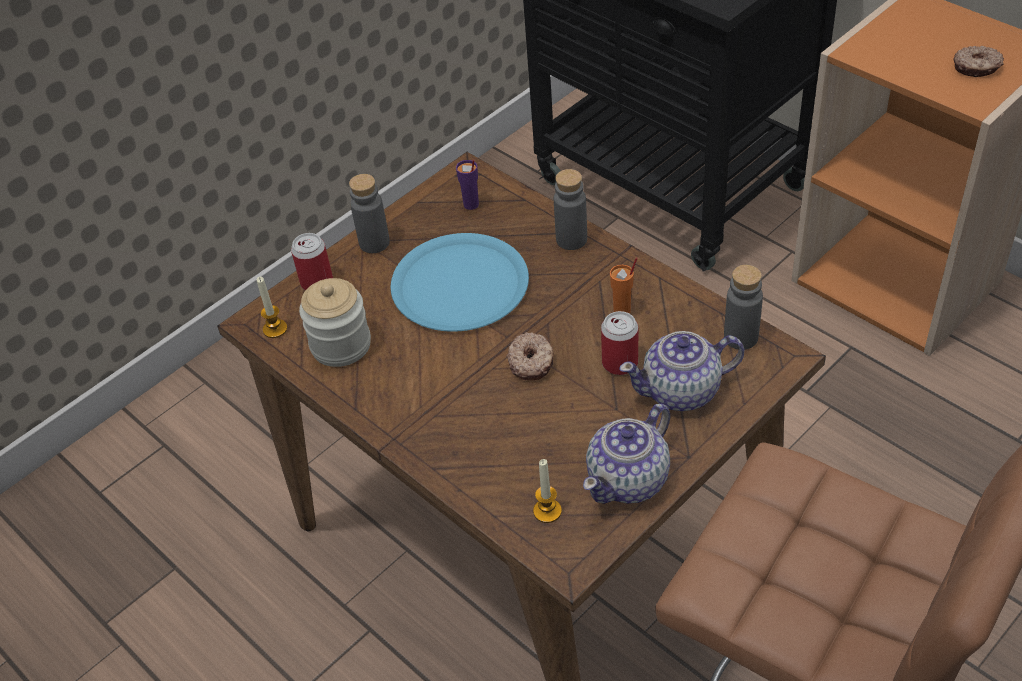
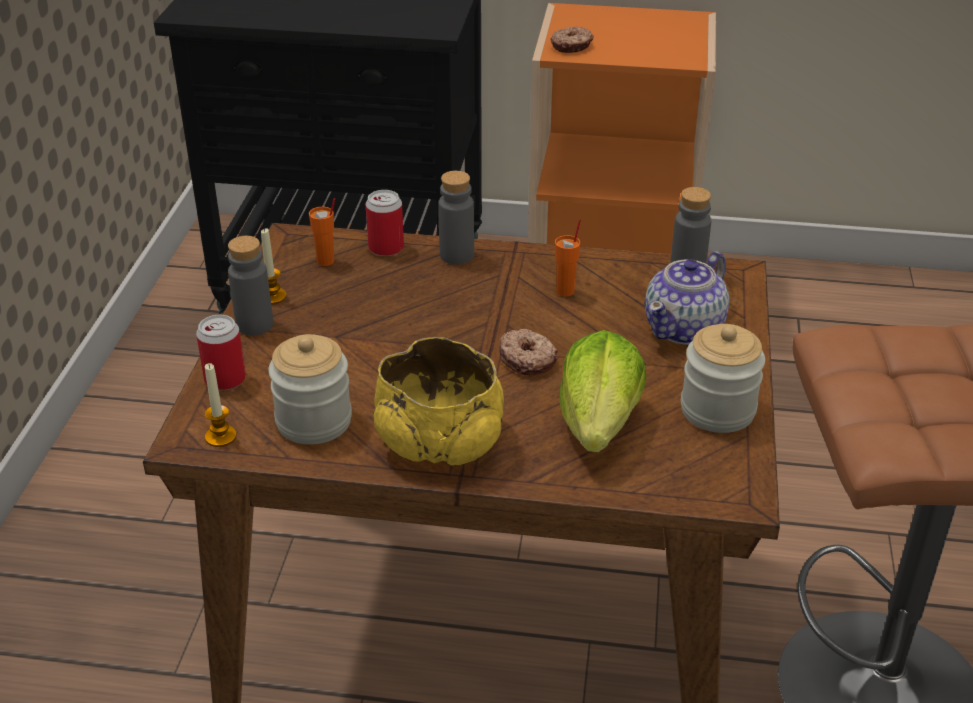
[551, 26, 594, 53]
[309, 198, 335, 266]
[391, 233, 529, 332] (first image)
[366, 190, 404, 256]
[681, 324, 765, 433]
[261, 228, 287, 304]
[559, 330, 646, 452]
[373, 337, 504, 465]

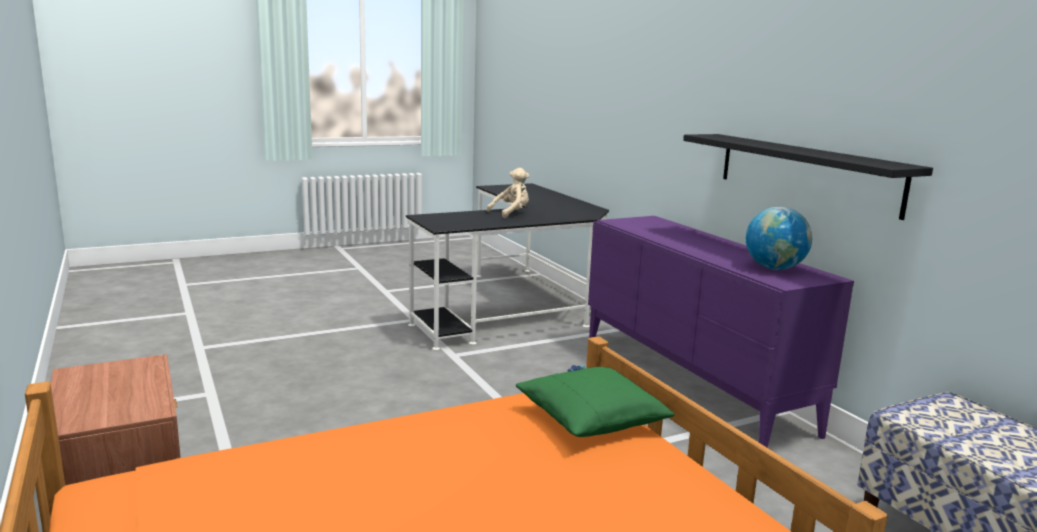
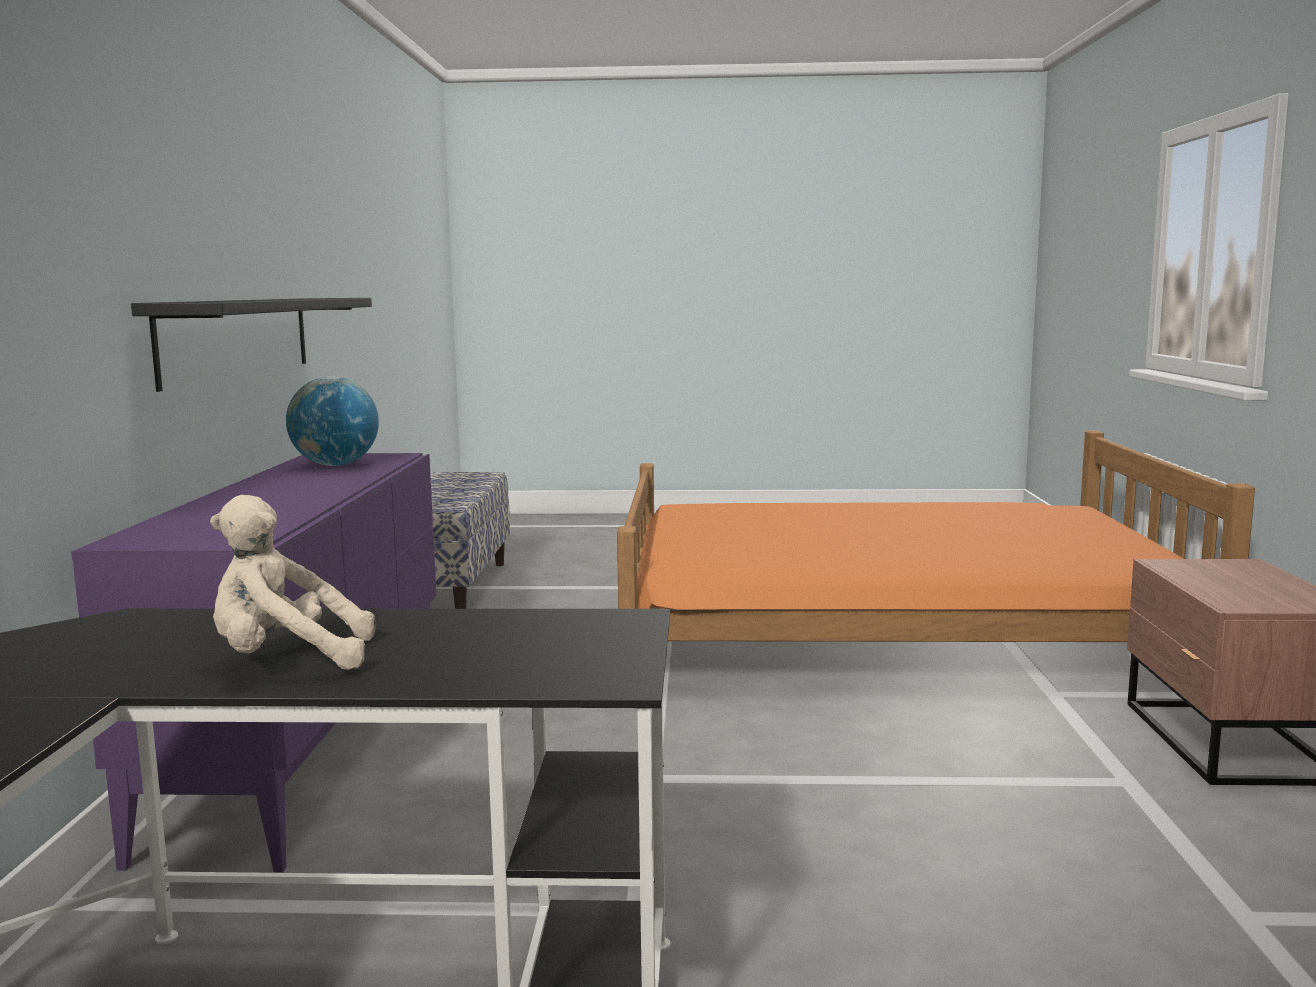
[516, 365, 674, 437] (first image)

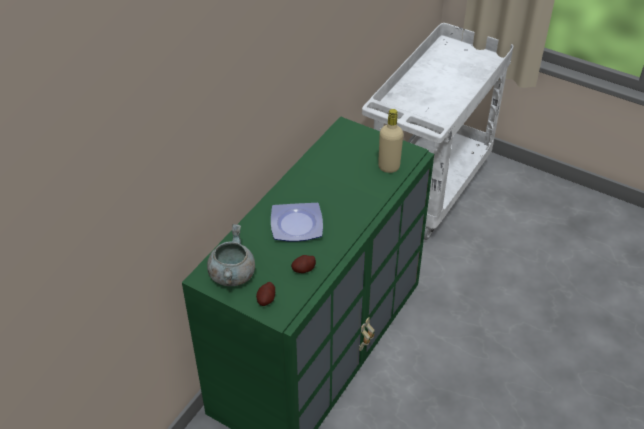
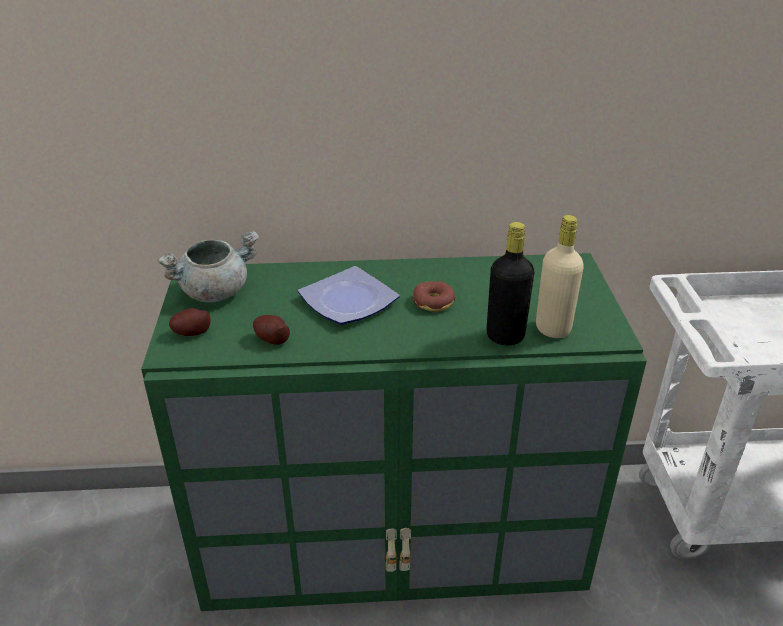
[486, 222, 534, 345]
[413, 281, 456, 312]

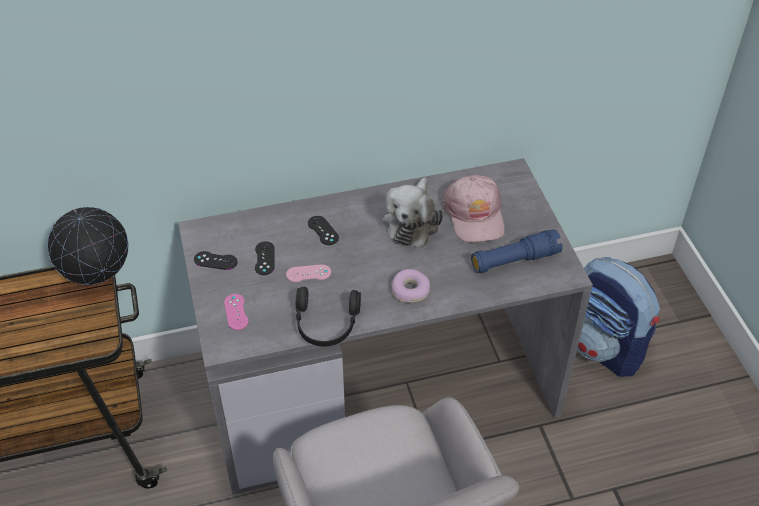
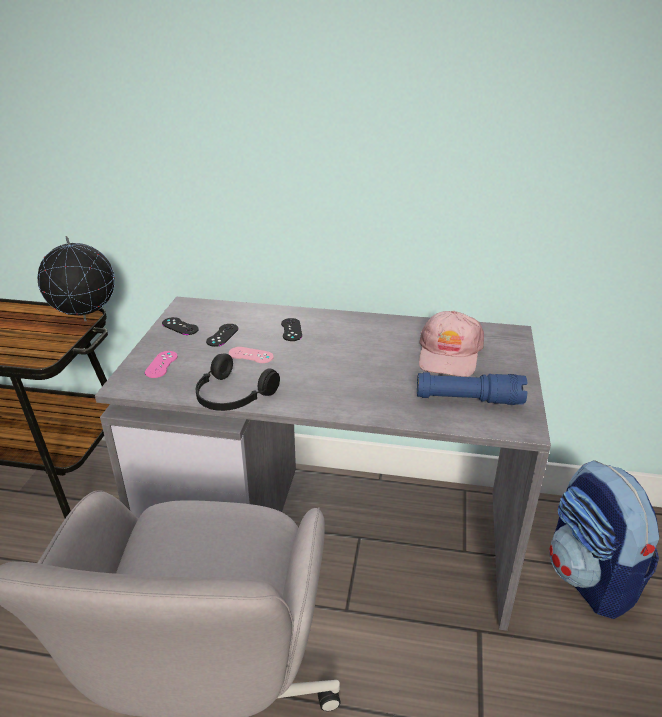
[383, 178, 443, 248] (first image)
[391, 269, 430, 303] (first image)

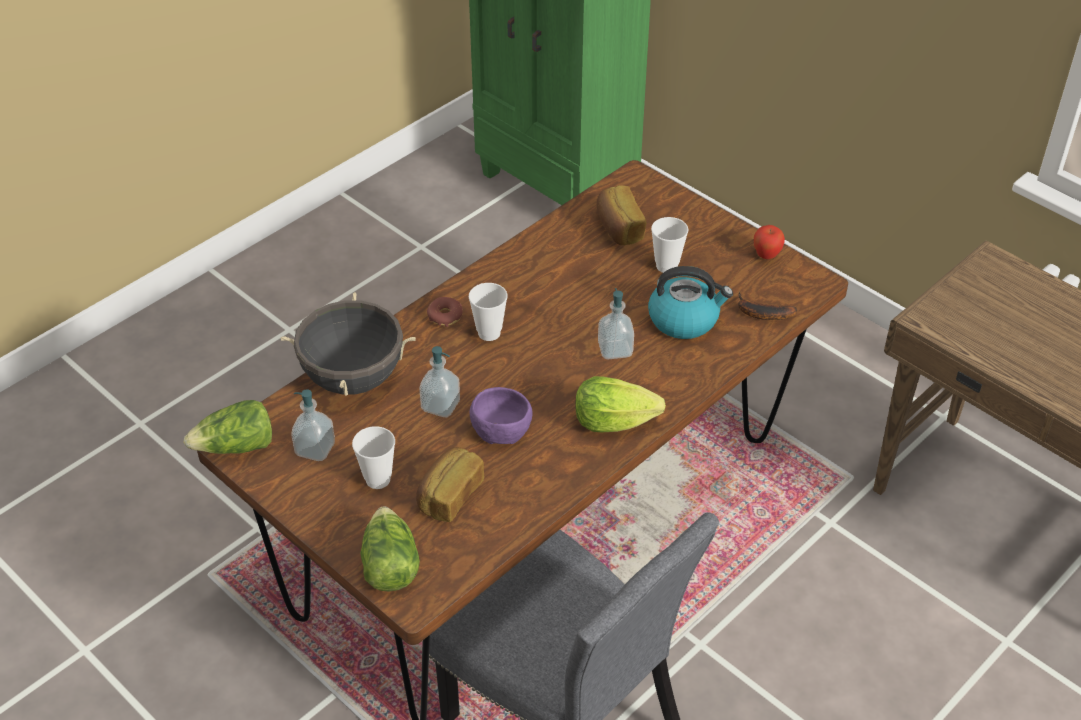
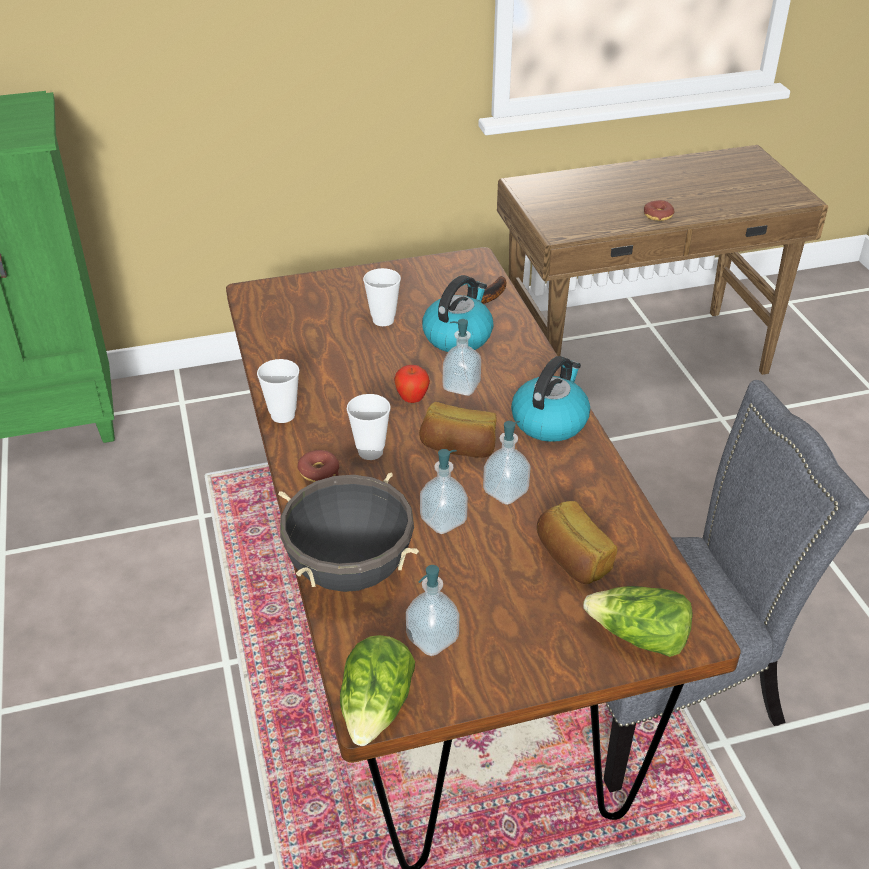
[419, 402, 497, 458]
[394, 365, 430, 403]
[511, 356, 590, 442]
[483, 421, 531, 505]
[257, 359, 299, 423]
[644, 200, 675, 221]

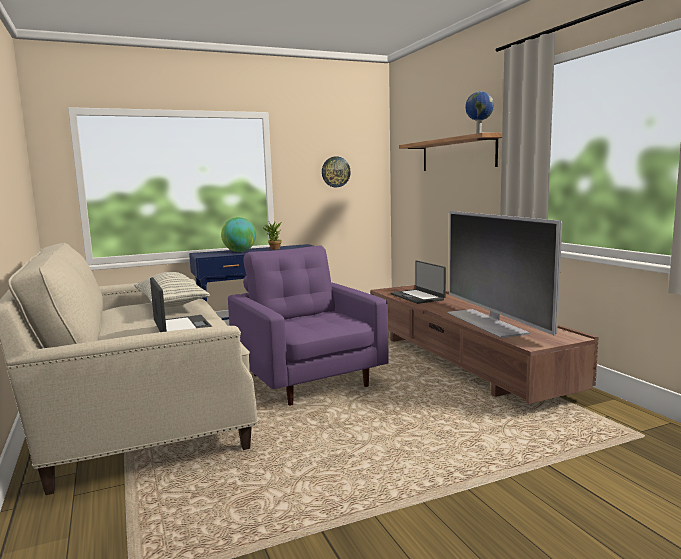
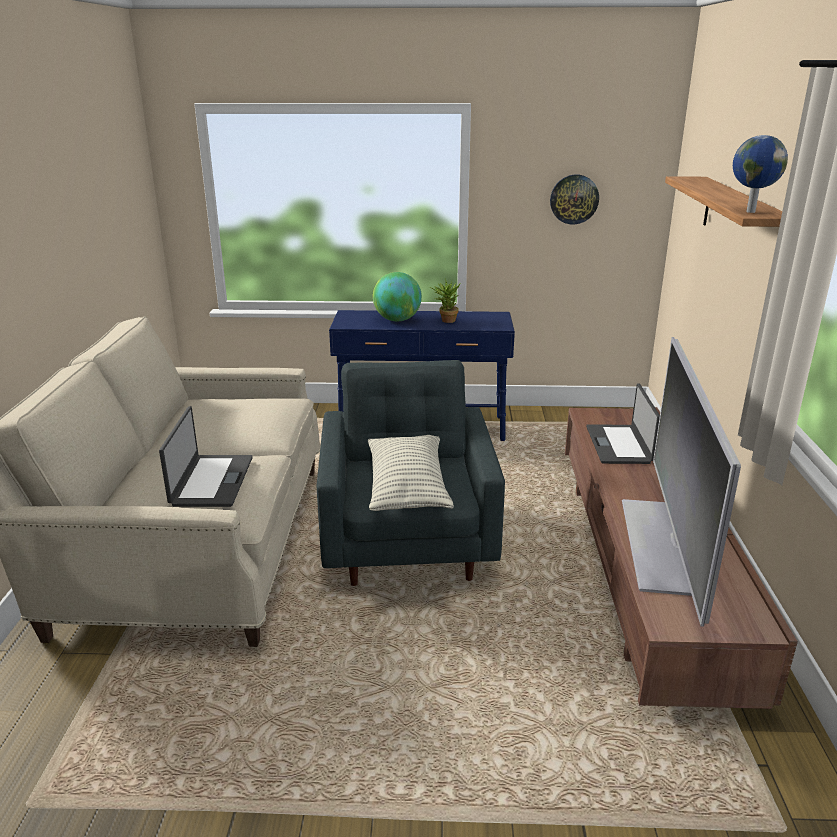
[317, 360, 505, 586]
[368, 435, 454, 511]

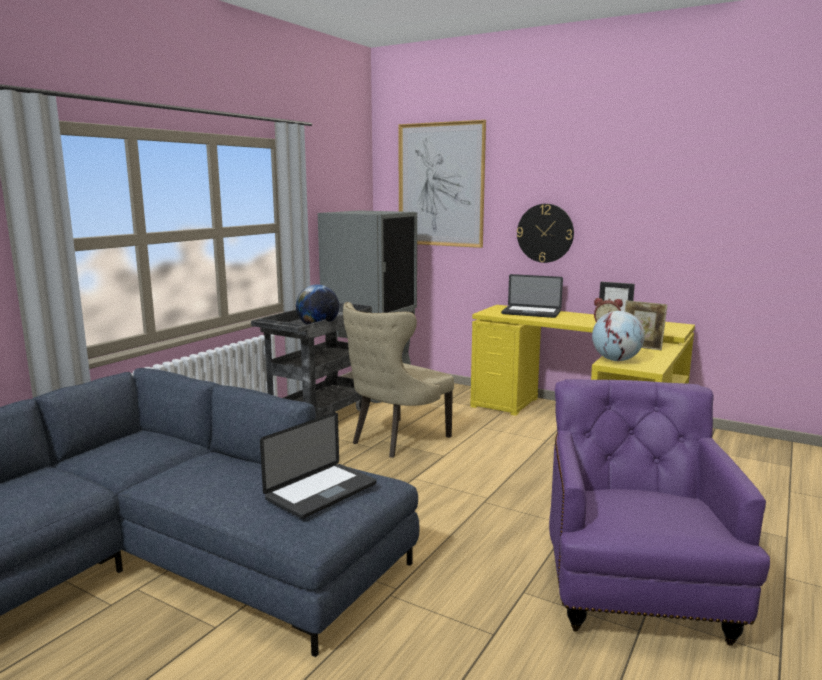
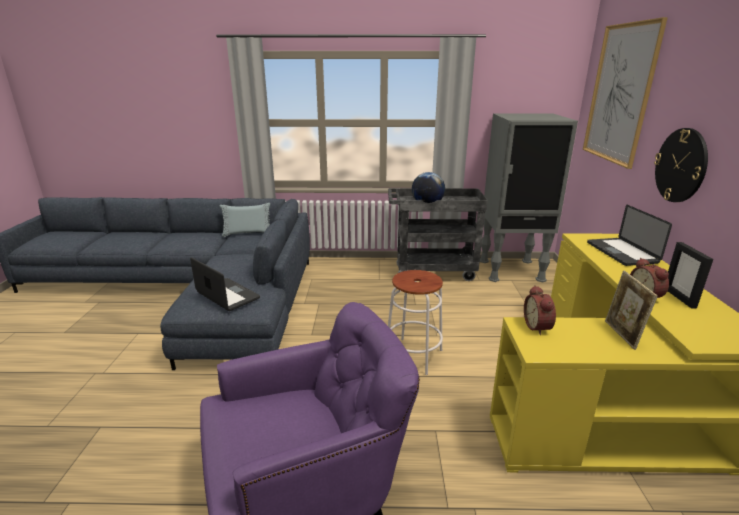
[343, 302, 454, 458] (first image)
[524, 285, 556, 336]
[190, 257, 260, 311]
[220, 203, 270, 237]
[388, 270, 443, 375]

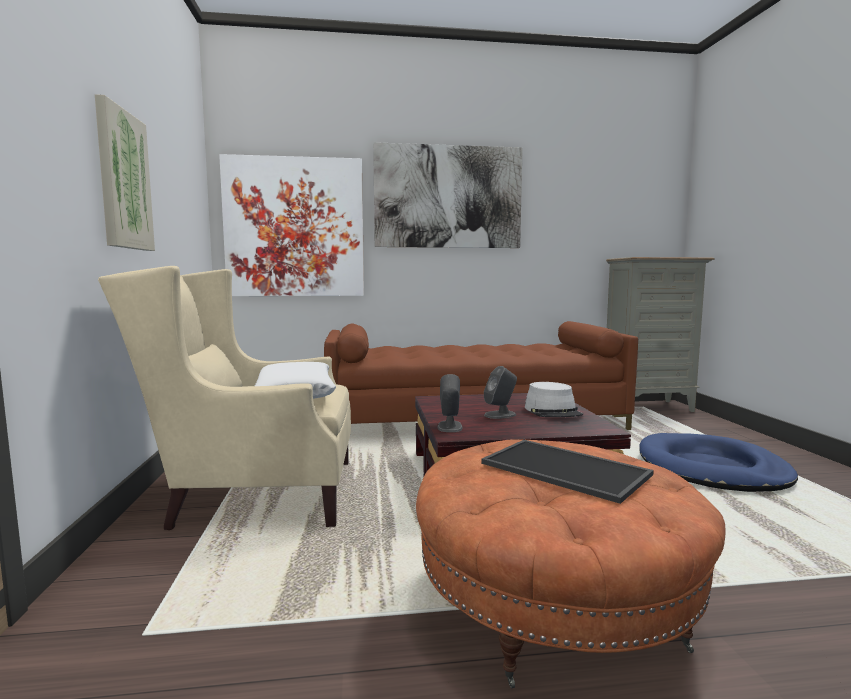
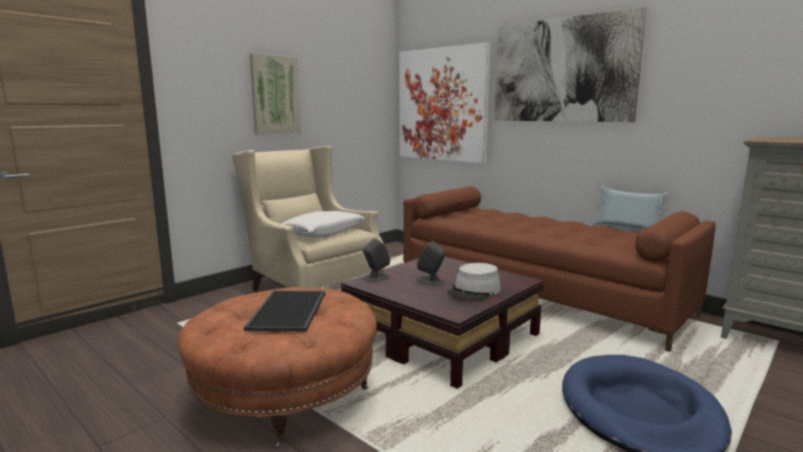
[593, 186, 668, 229]

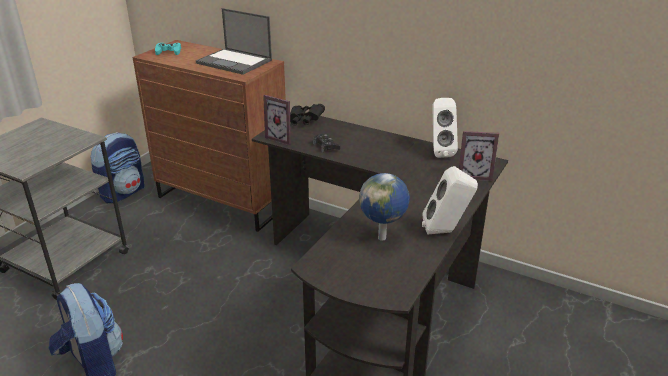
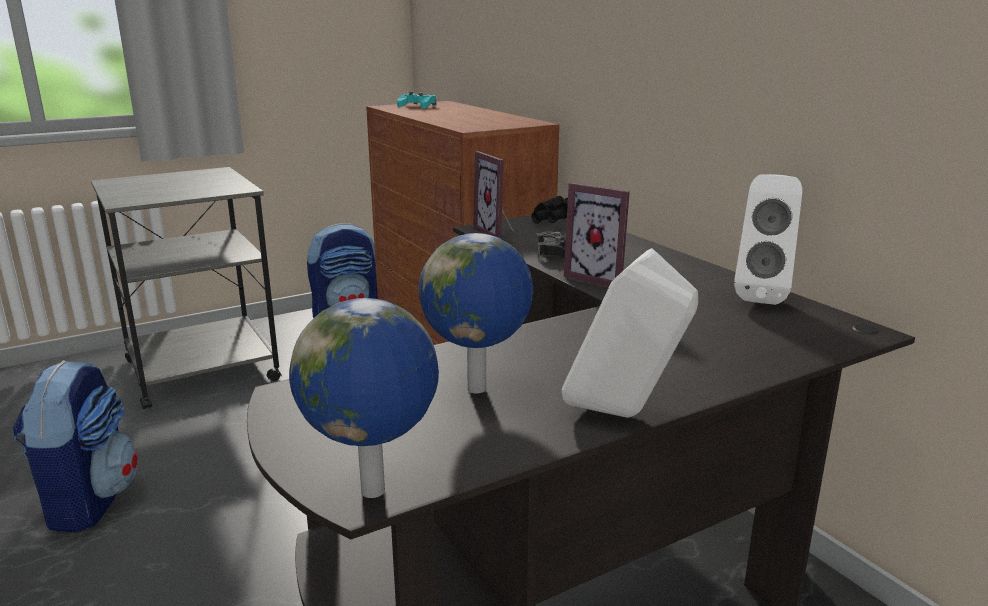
[196, 8, 272, 75] (first image)
[564, 183, 630, 287]
[289, 298, 439, 498]

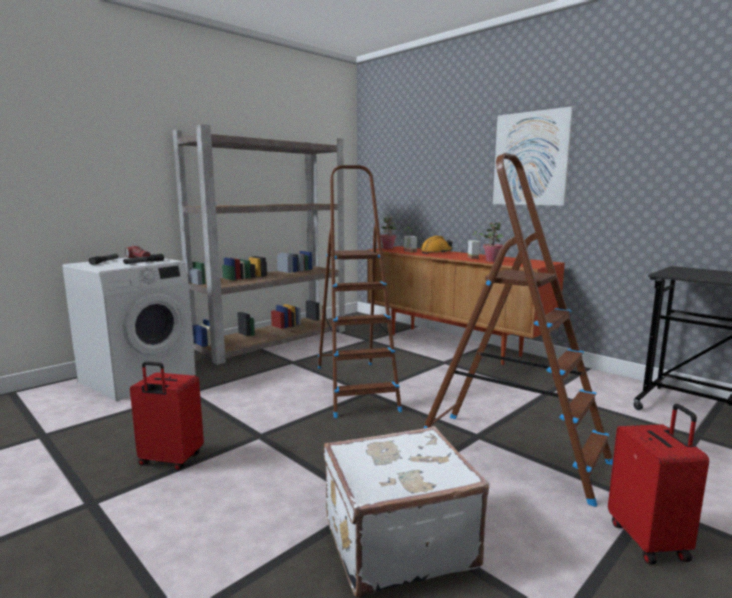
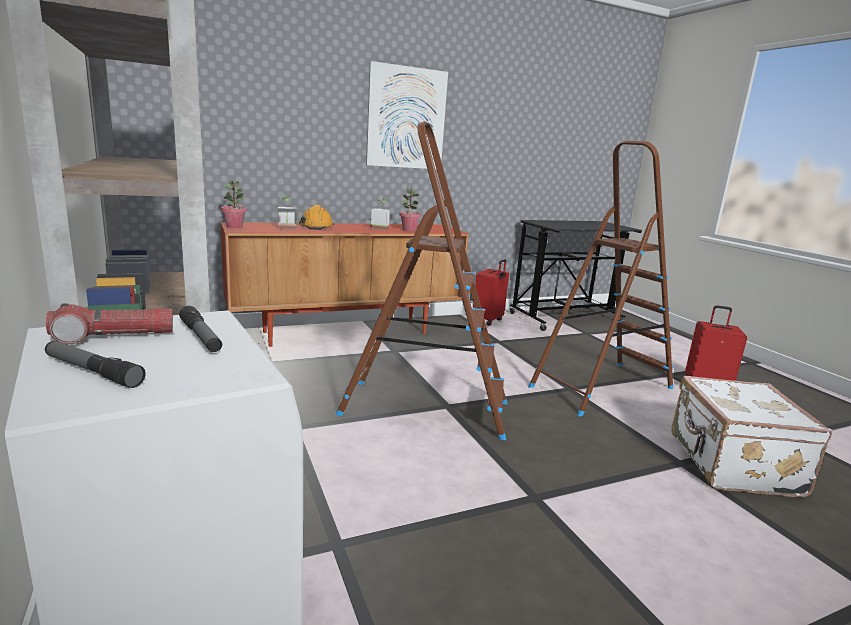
[473, 259, 509, 326]

